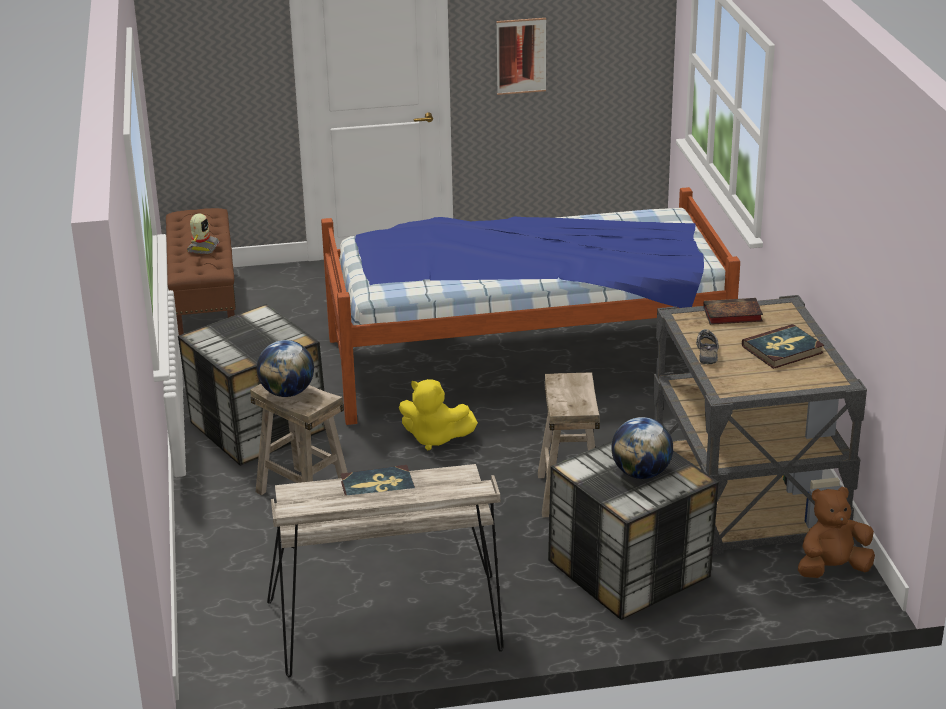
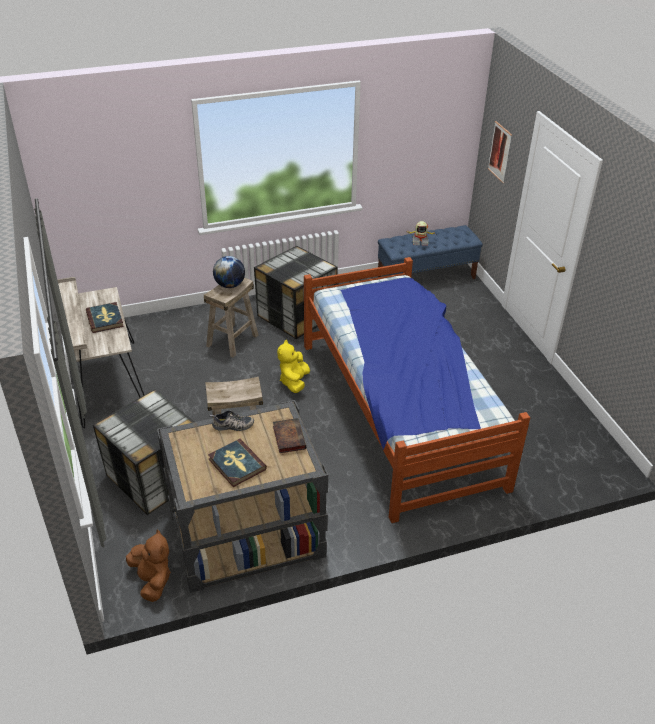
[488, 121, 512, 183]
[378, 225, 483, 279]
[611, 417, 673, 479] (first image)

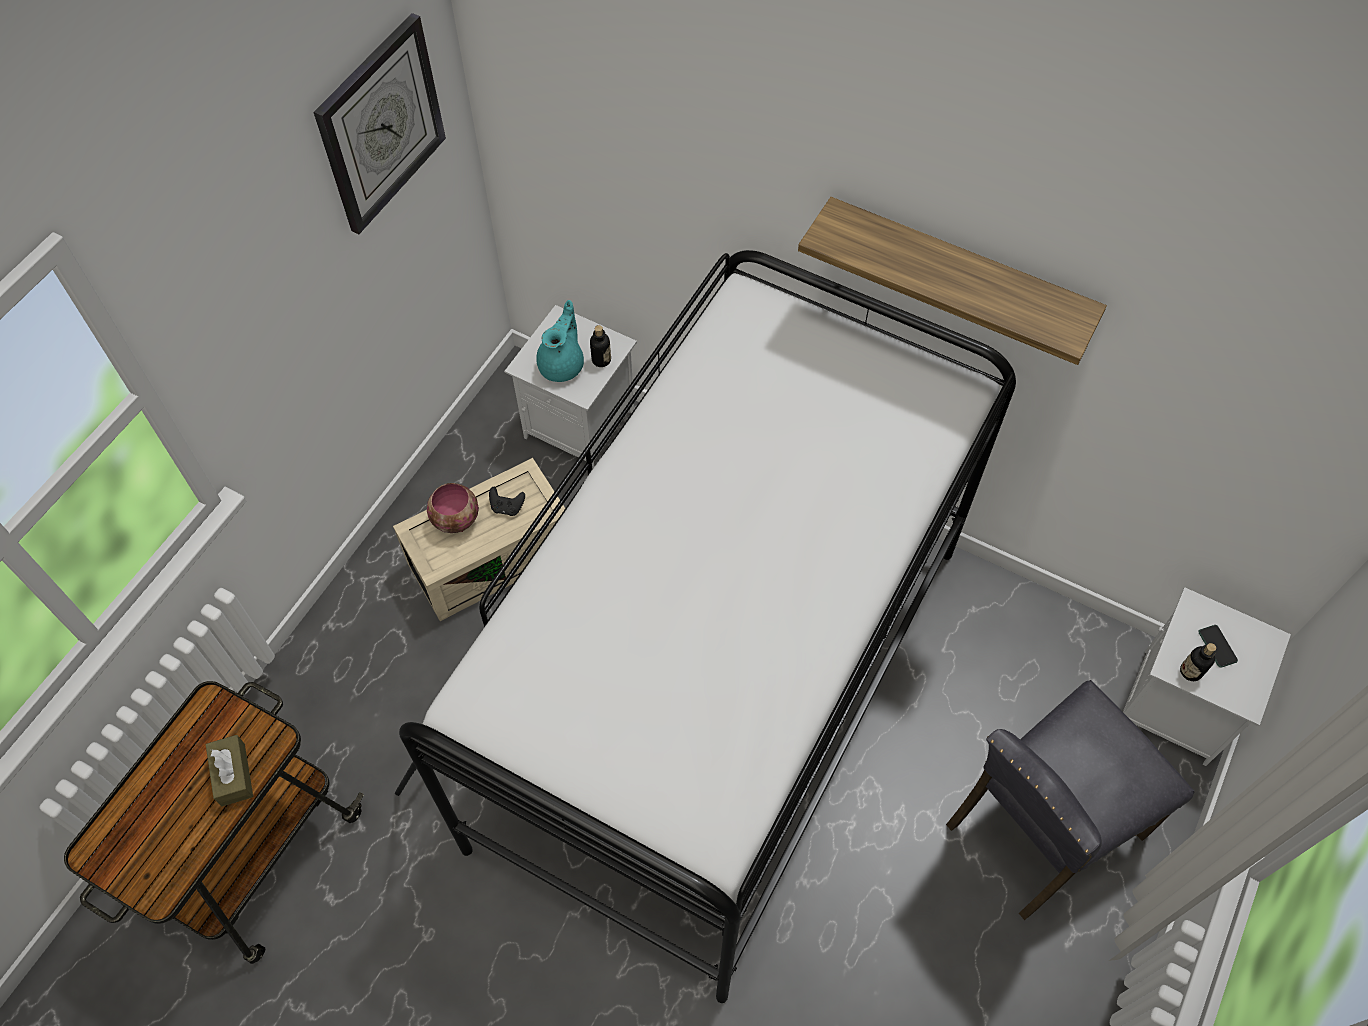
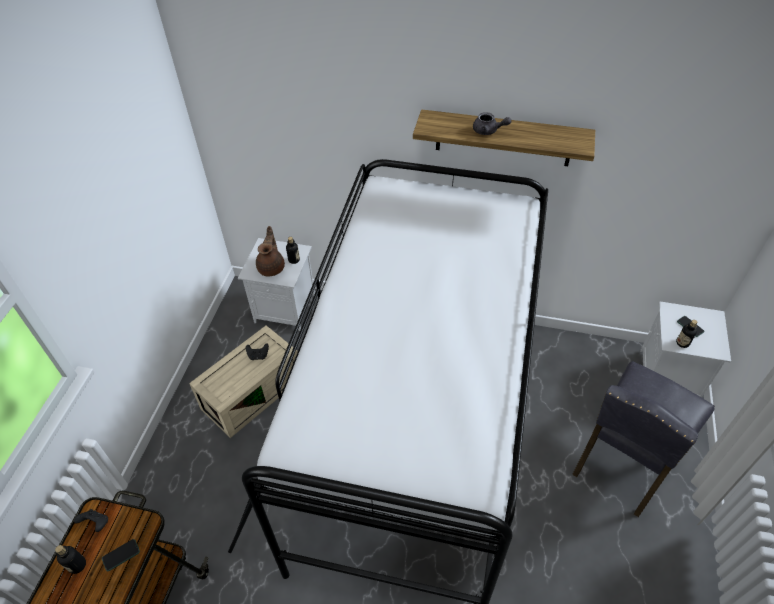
[313, 13, 446, 234] (first image)
[256, 226, 285, 277]
[427, 483, 479, 533] (first image)
[102, 539, 140, 571]
[473, 112, 511, 135]
[74, 509, 108, 532]
[55, 545, 86, 574]

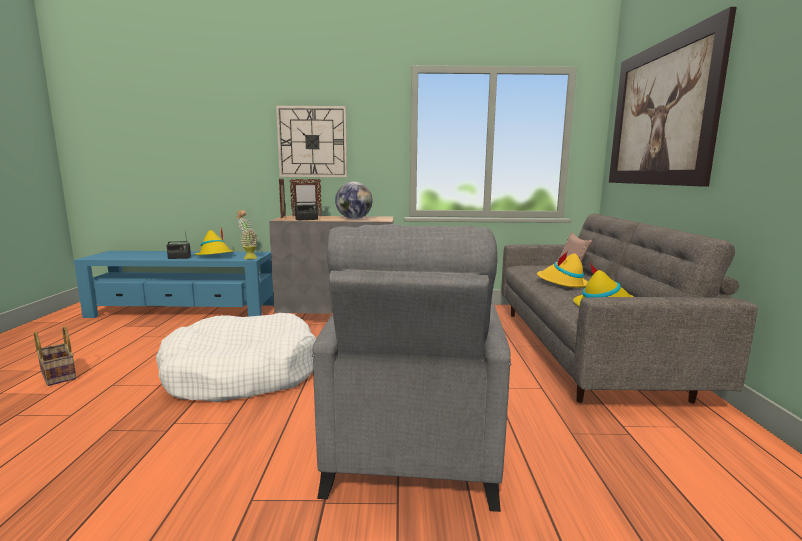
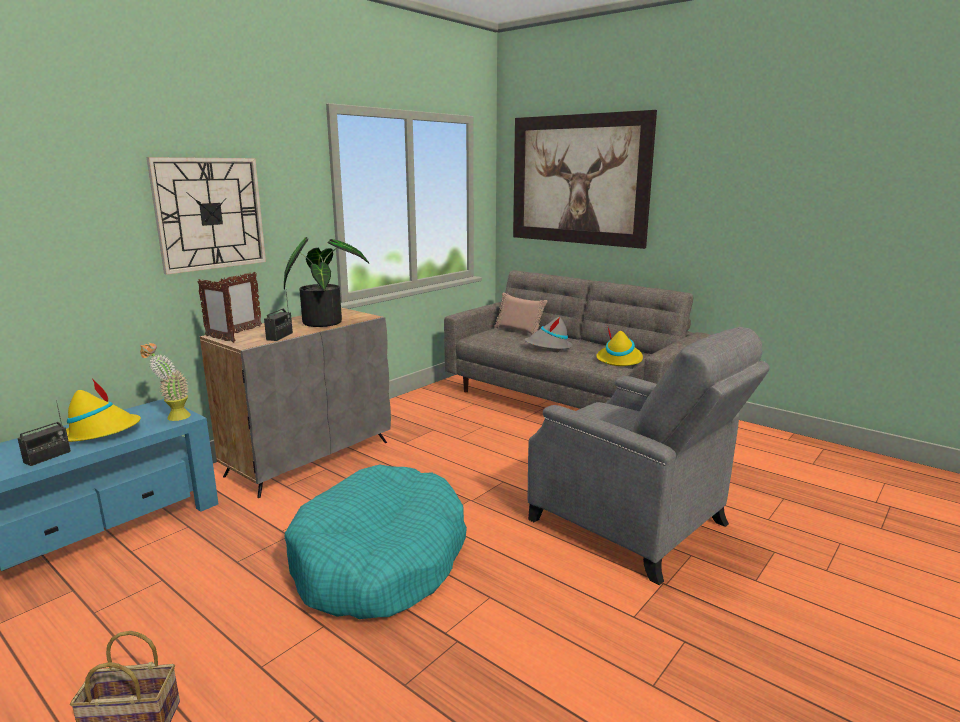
[284, 237, 369, 327]
[525, 316, 573, 349]
[284, 464, 467, 619]

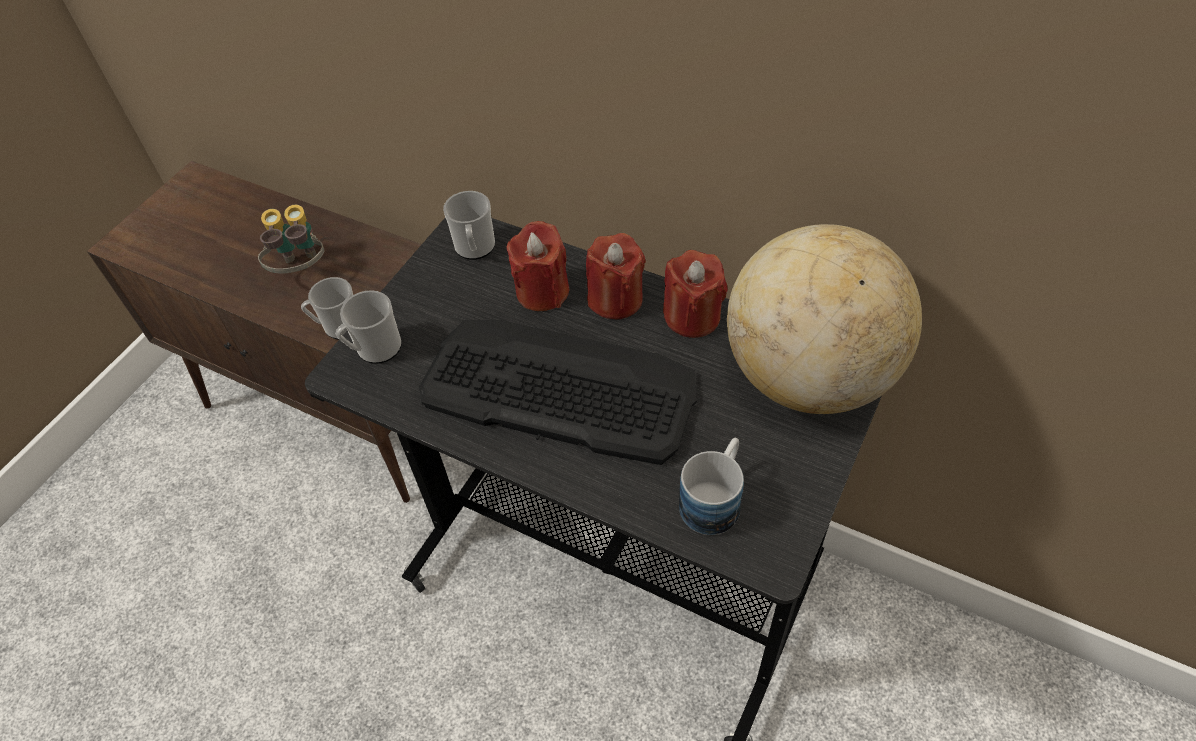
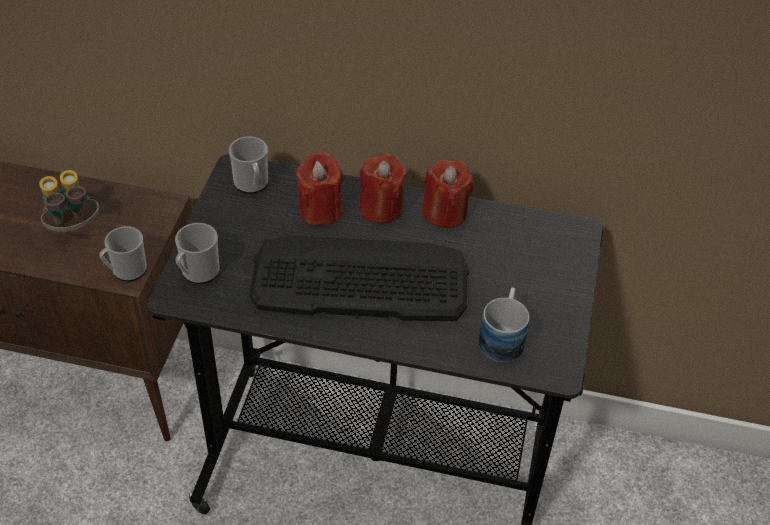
[727, 224, 922, 414] (first image)

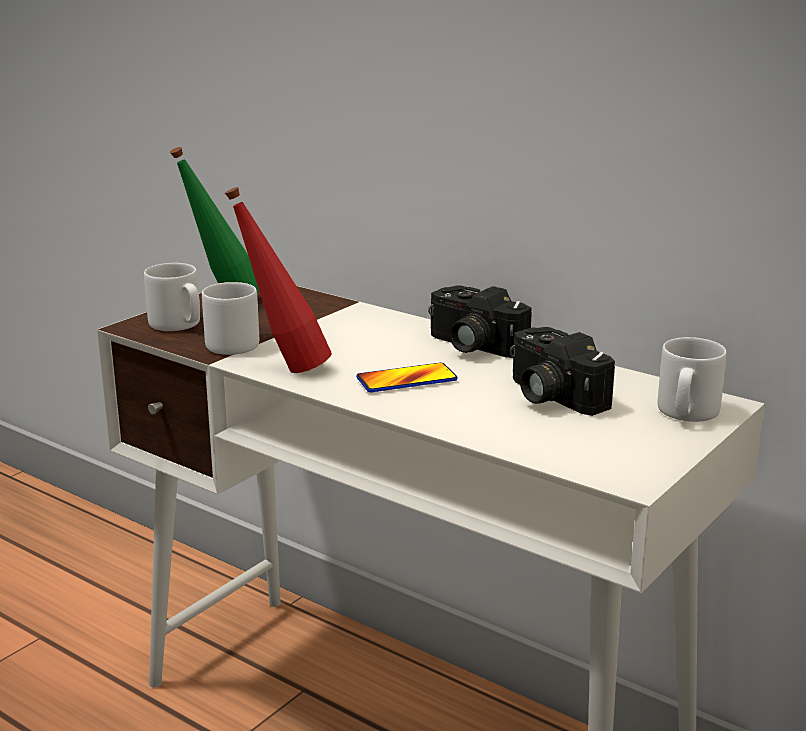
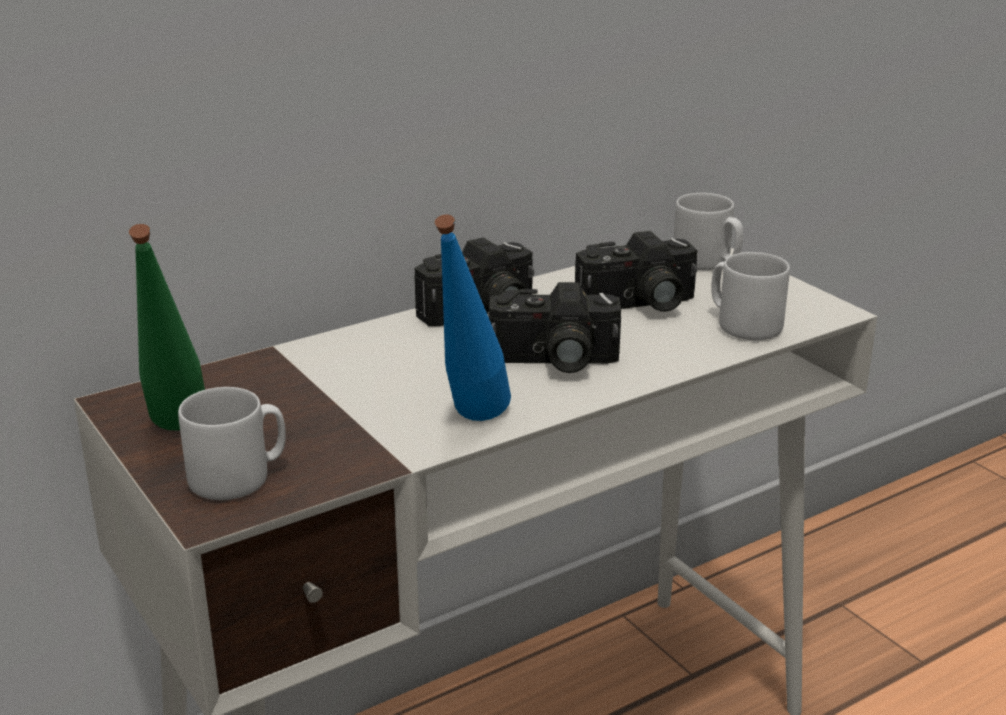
[435, 215, 511, 421]
[711, 252, 790, 340]
[488, 282, 621, 373]

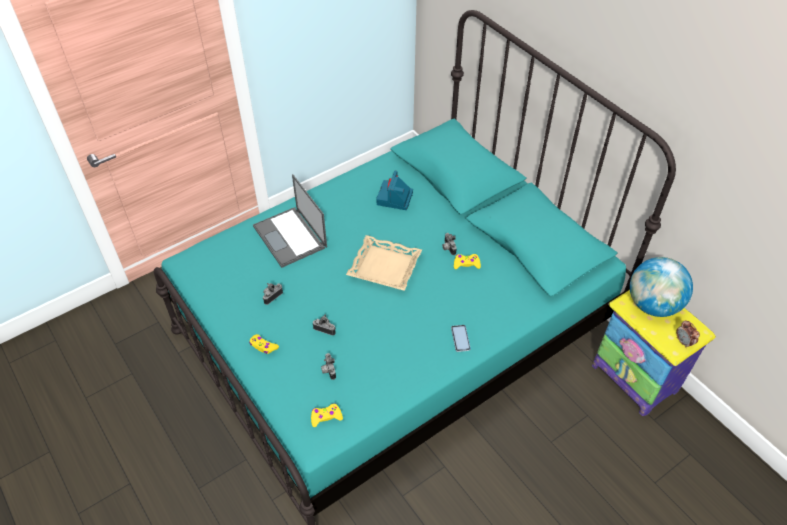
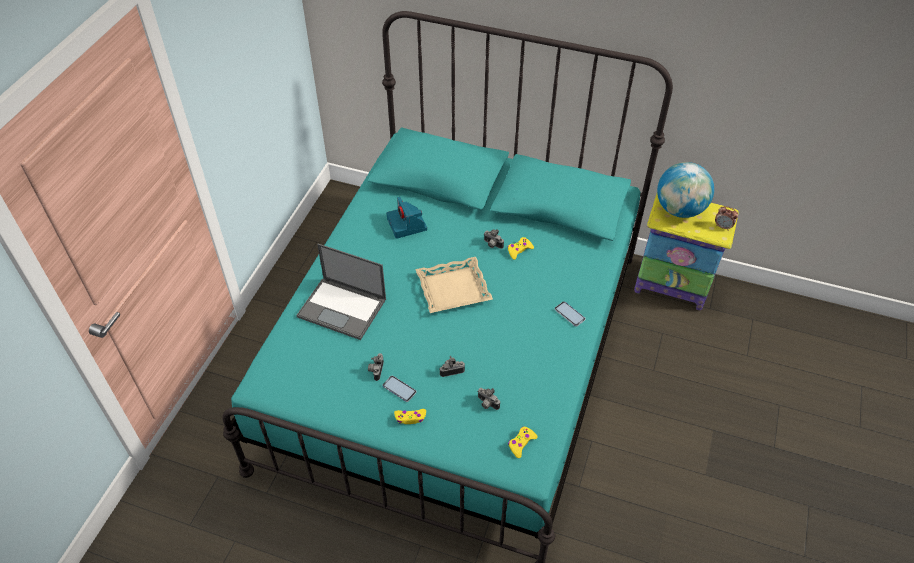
[383, 375, 416, 402]

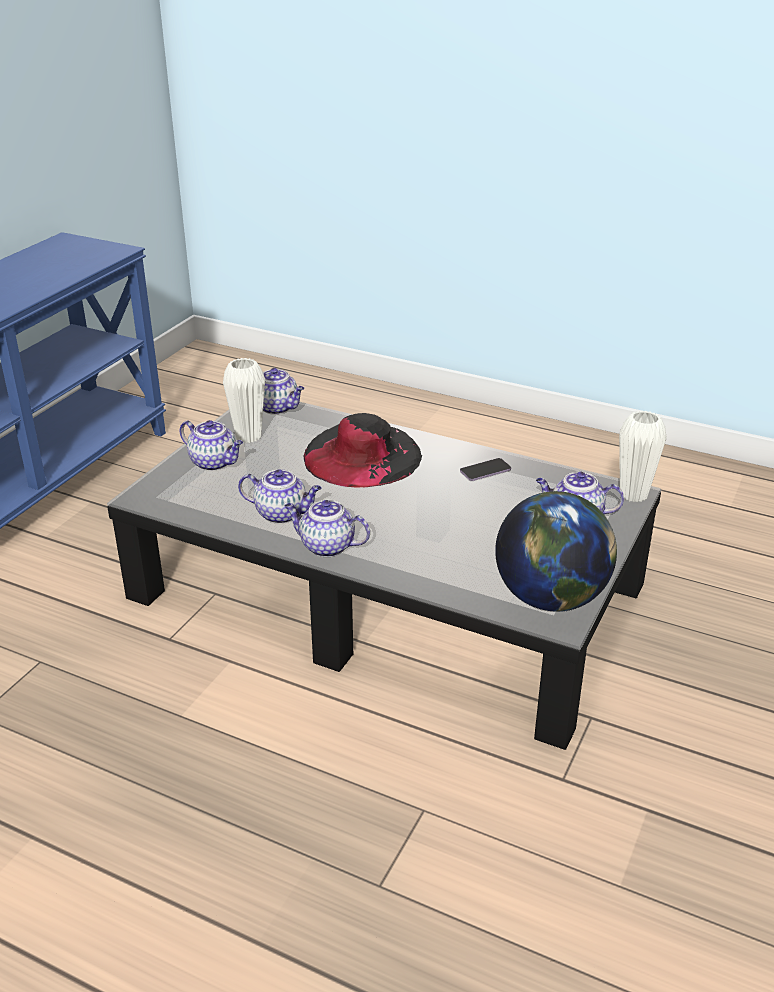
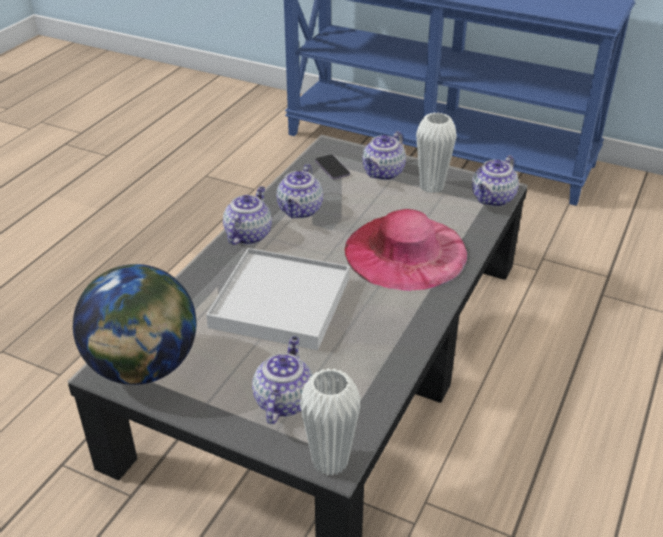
[345, 209, 467, 291]
[315, 155, 350, 179]
[206, 248, 349, 350]

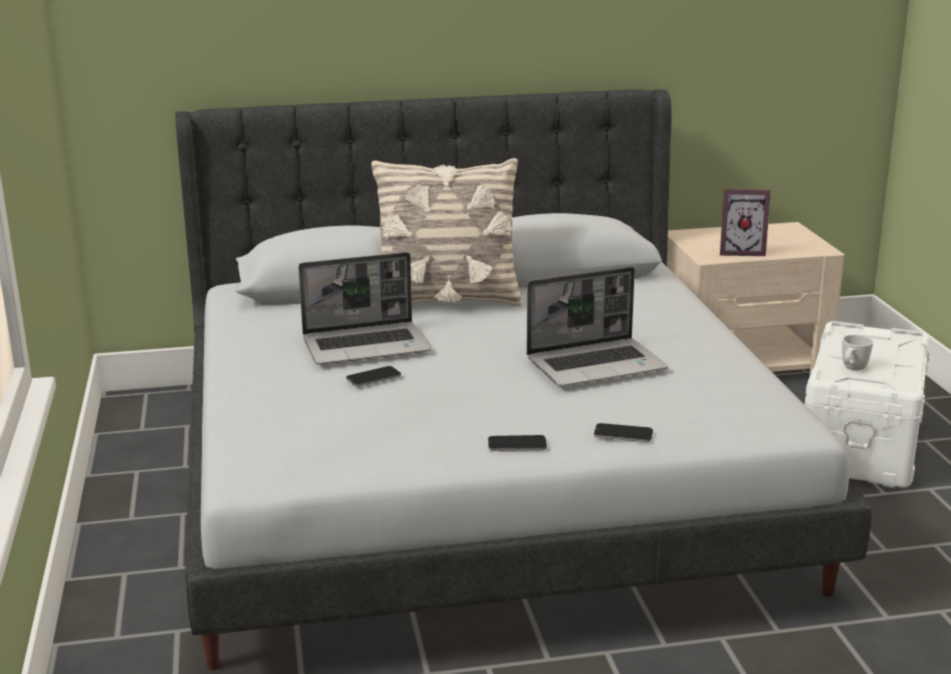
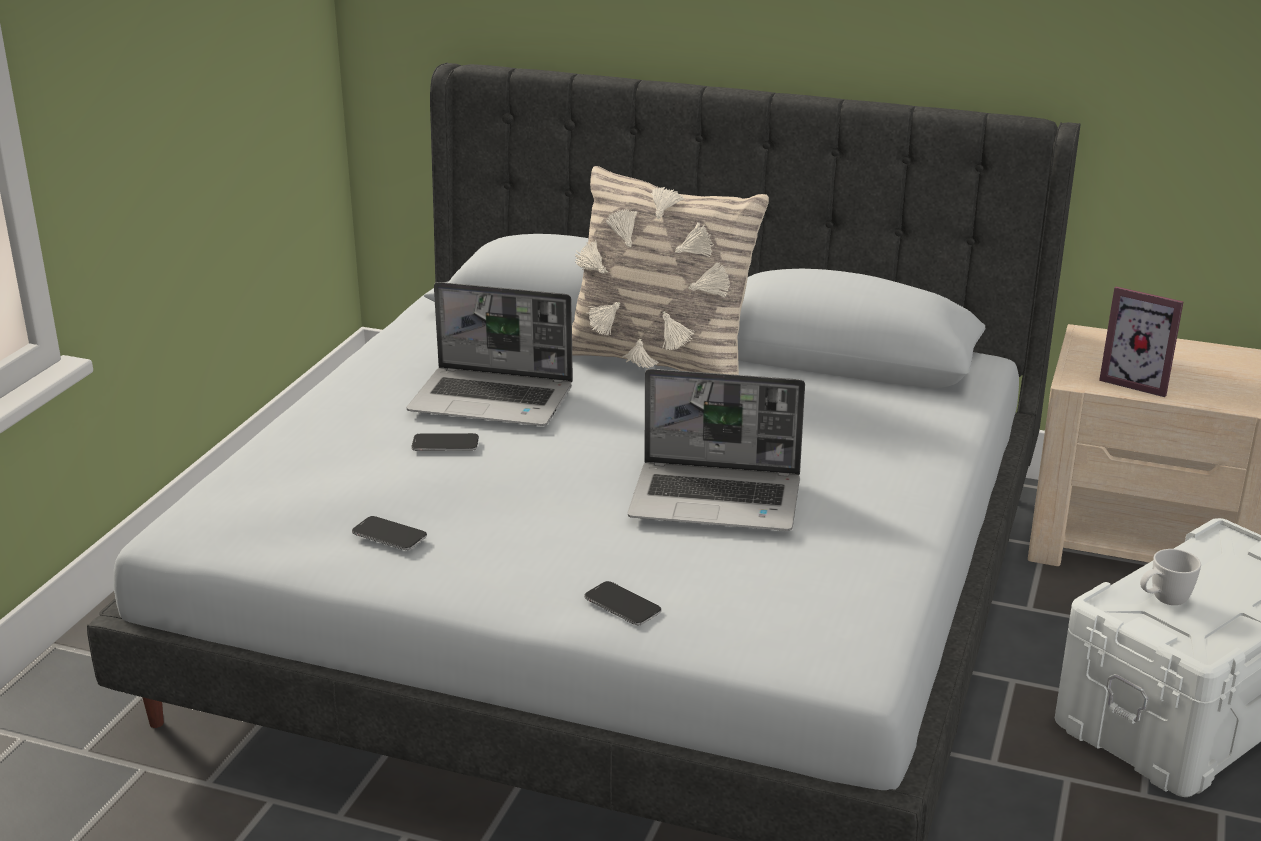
[352, 516, 427, 550]

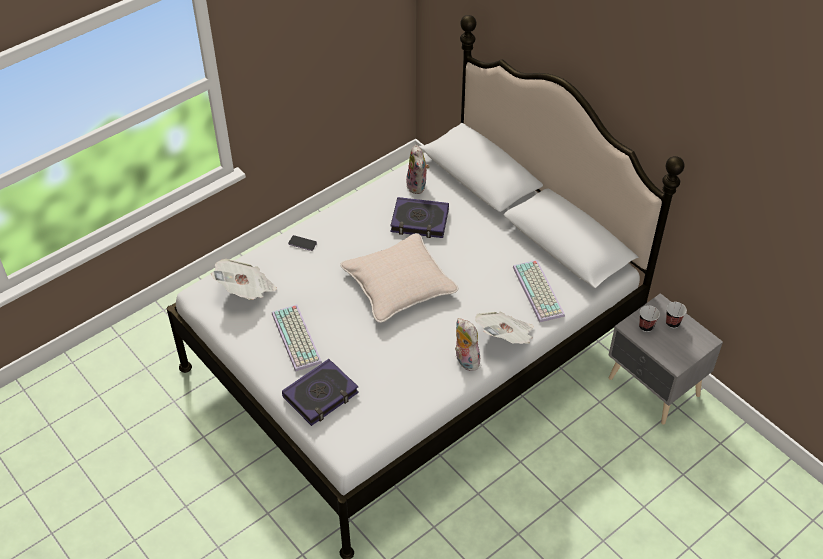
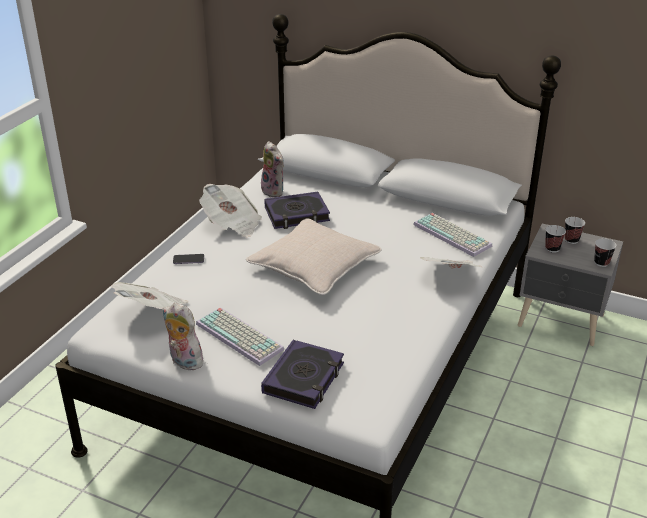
[162, 303, 203, 370]
[199, 184, 262, 237]
[594, 238, 616, 267]

